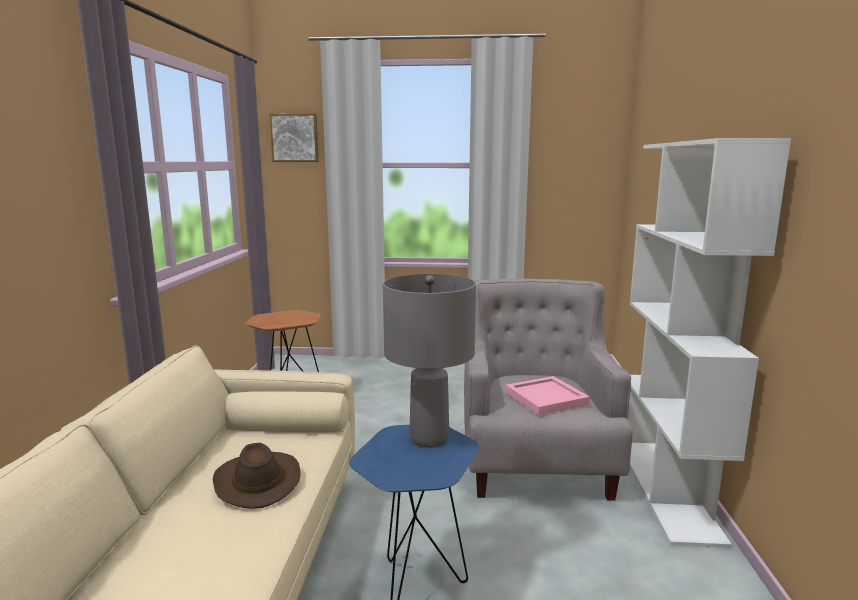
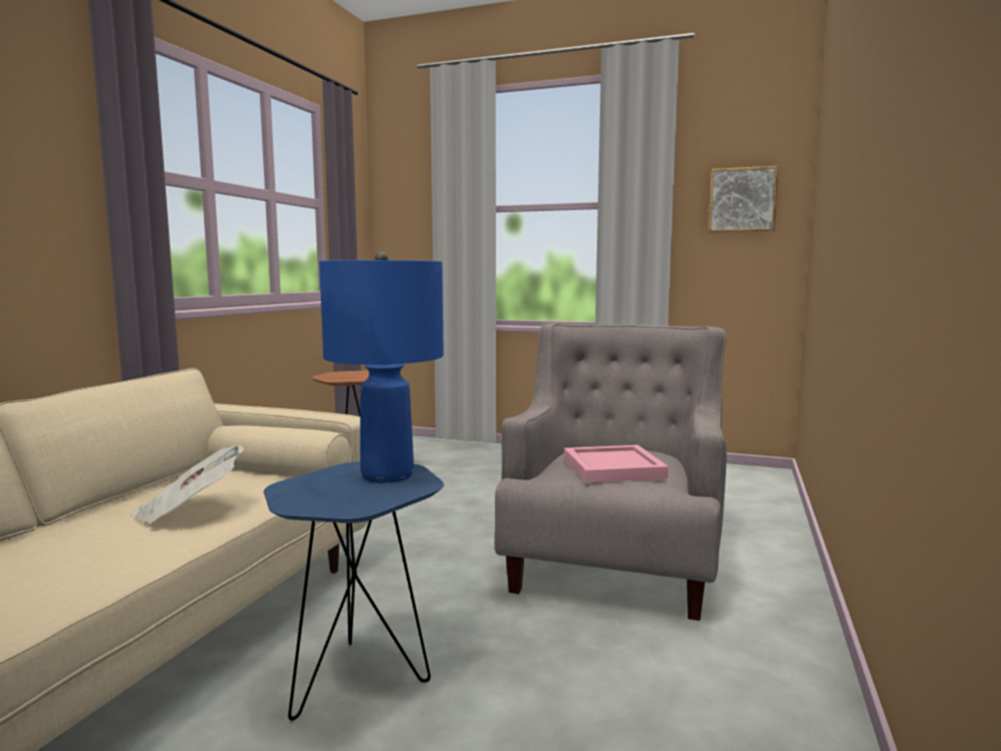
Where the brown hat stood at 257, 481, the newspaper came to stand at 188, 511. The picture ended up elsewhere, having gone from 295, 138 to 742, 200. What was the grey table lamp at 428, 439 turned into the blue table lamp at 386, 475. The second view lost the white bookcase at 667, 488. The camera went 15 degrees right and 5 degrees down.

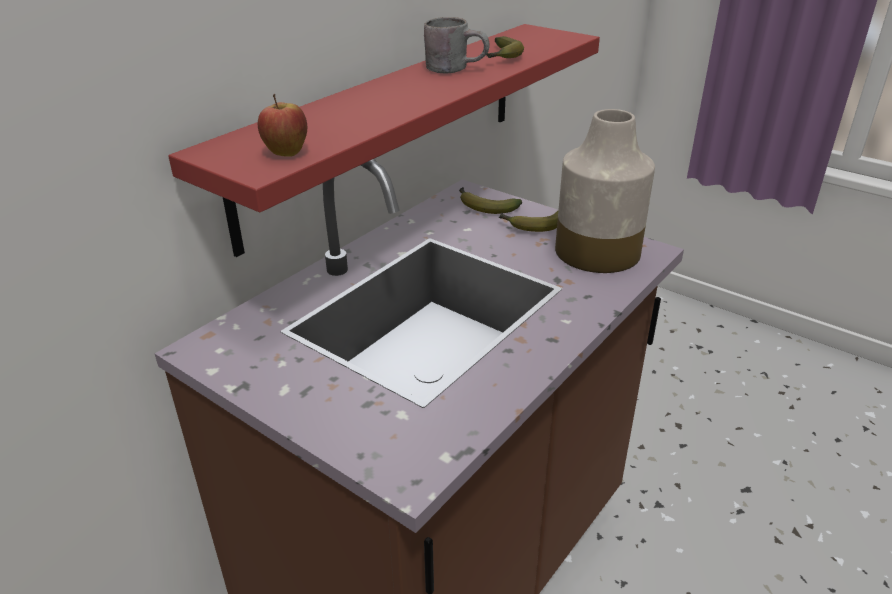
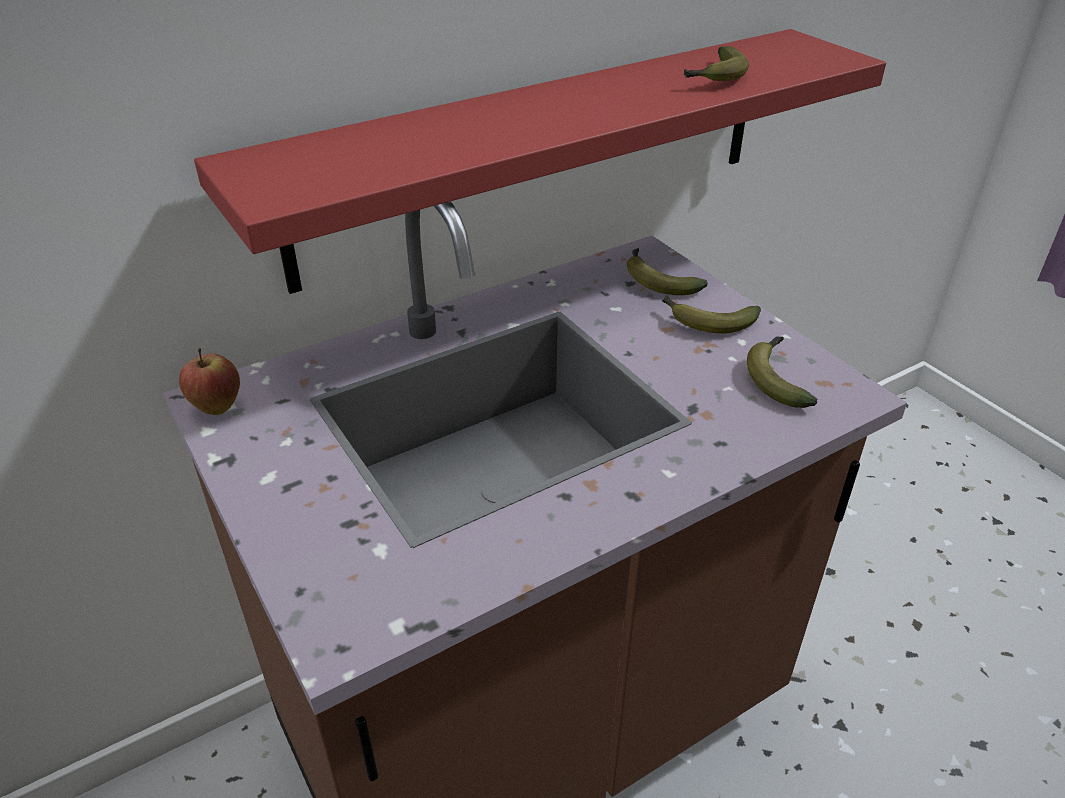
The apple ended up elsewhere, having gone from 286, 154 to 217, 408. The second view lost the grey mug at 456, 68. Where the beige vase stood at 598, 251, the banana came to stand at 776, 378. The camera went 20 degrees right and 5 degrees up.

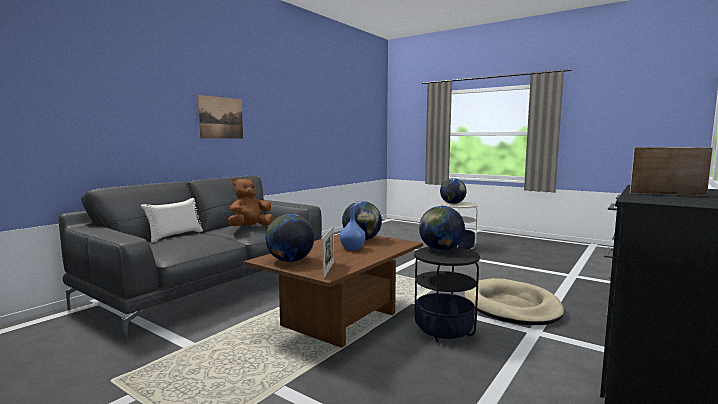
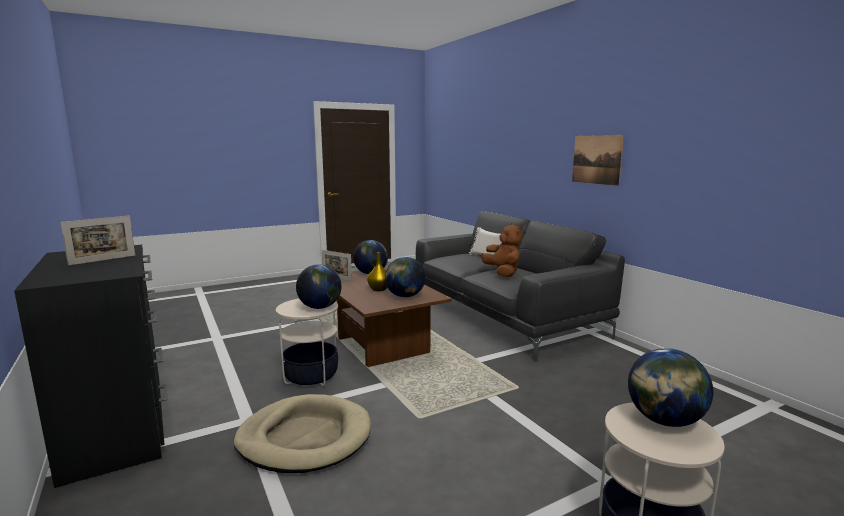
What was the blue vase at 352, 248 turned into the yellow vase at 379, 289. What was the black side table at 444, 331 turned into the beige side table at 311, 377. The camera went 115 degrees right and 5 degrees up.

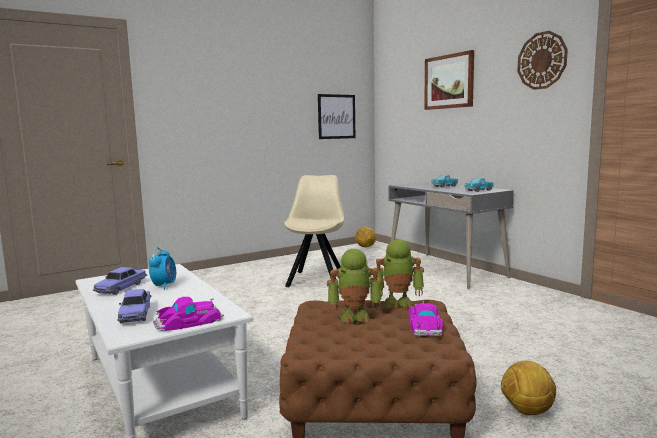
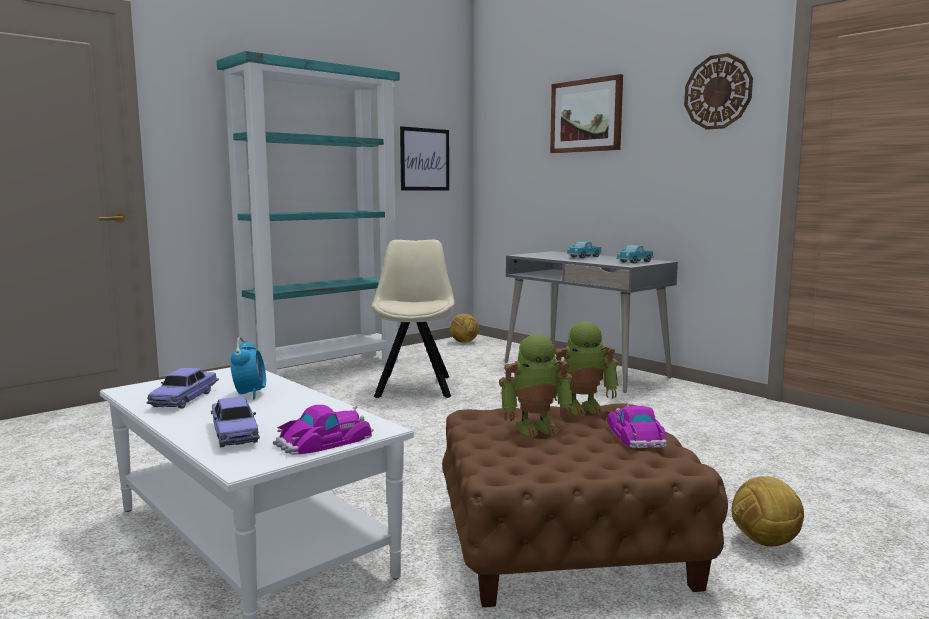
The second view gained the turquoise bookcase at 323, 369. The camera went 10 degrees left and 0 degrees up.

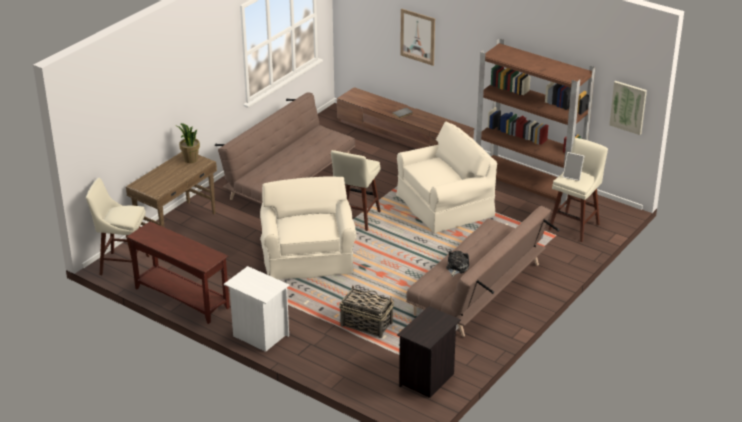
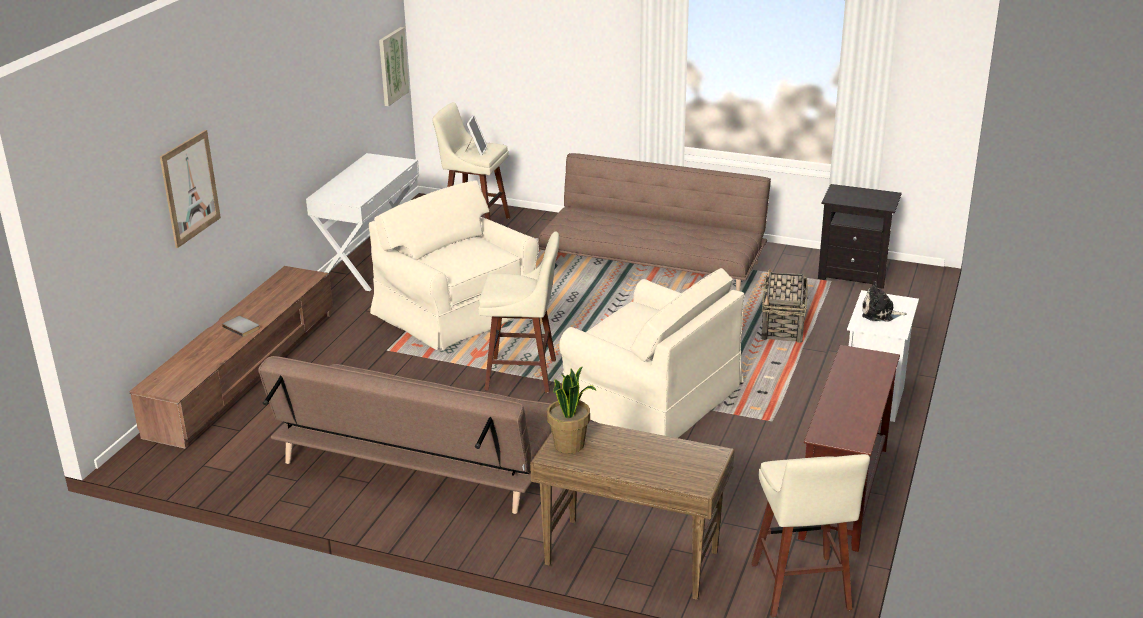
The beige armchair at 308, 256 ended up facing another way, 120 degrees counterclockwise from before. The plush toy ended up elsewhere, having gone from 456, 267 to 880, 313. Where the brown bookcase stood at 528, 182, the white console table came to stand at 371, 261. The camera went 105 degrees left and 5 degrees down.

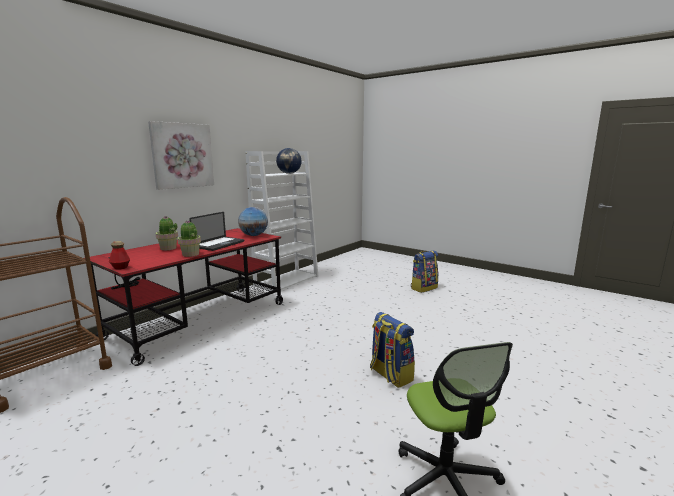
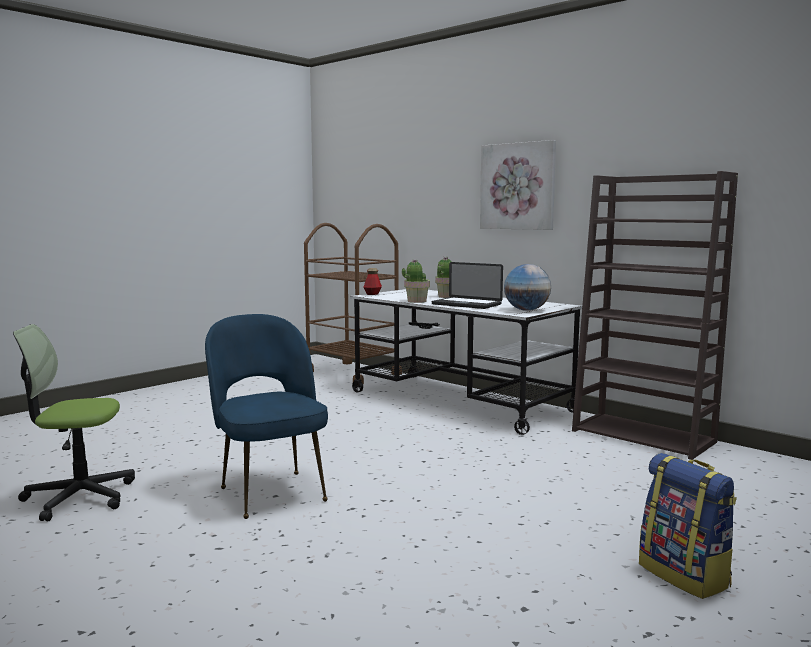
What was the red desk at 200, 320 turned into the white desk at 459, 401. What was the white bookcase at 287, 280 turned into the brown bookcase at 644, 436. The second view lost the globe at 289, 173. Where the backpack stood at 390, 375, the blue chair came to stand at 270, 491. The camera went 95 degrees right and 5 degrees down.

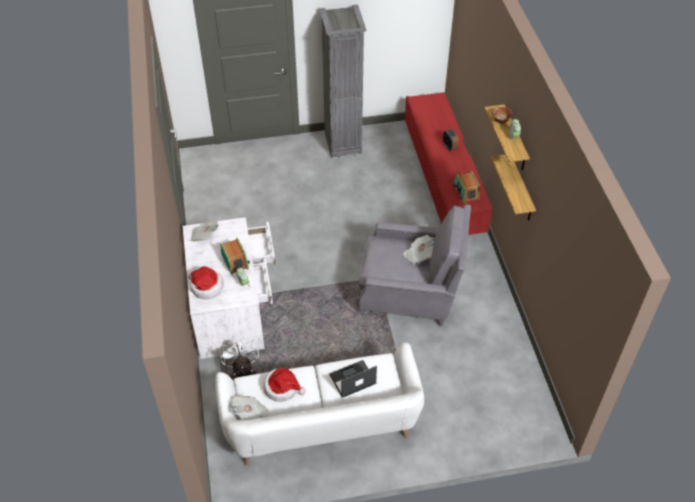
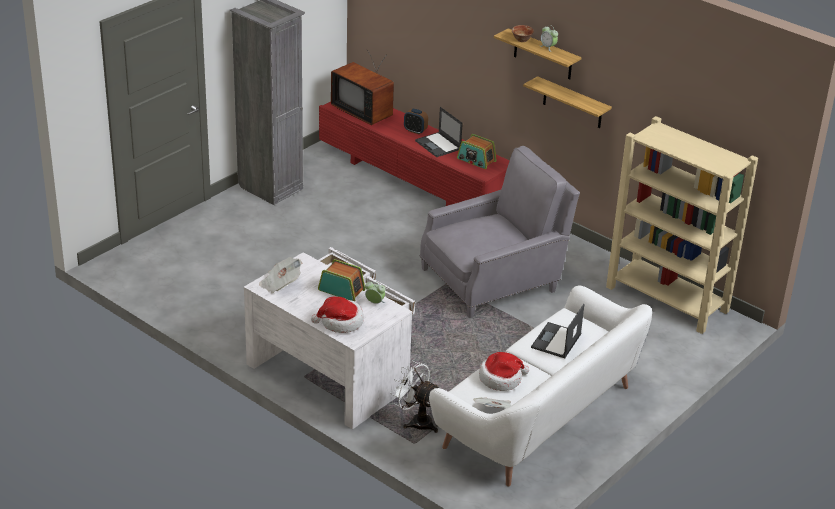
The second view lost the newspaper at 419, 255. The second view gained the television at 364, 111. The second view gained the laptop at 438, 145. The second view gained the beige bookcase at 667, 299. The camera went 40 degrees left and 15 degrees down.

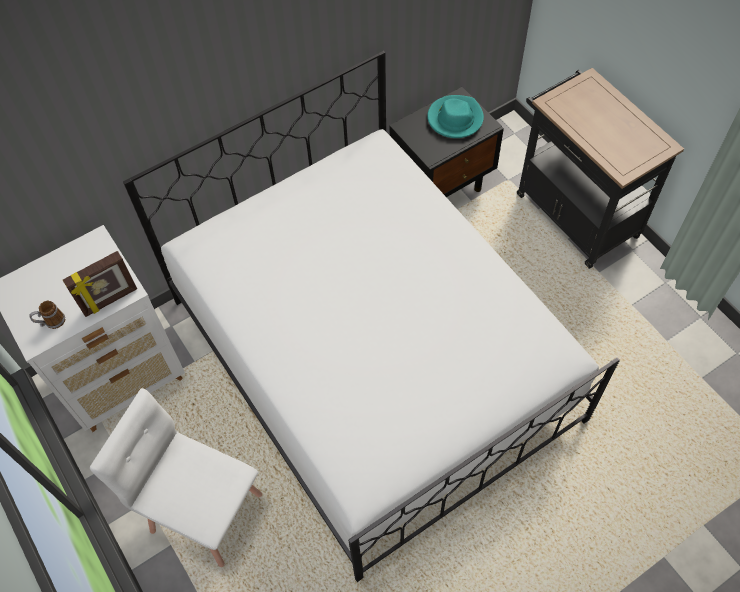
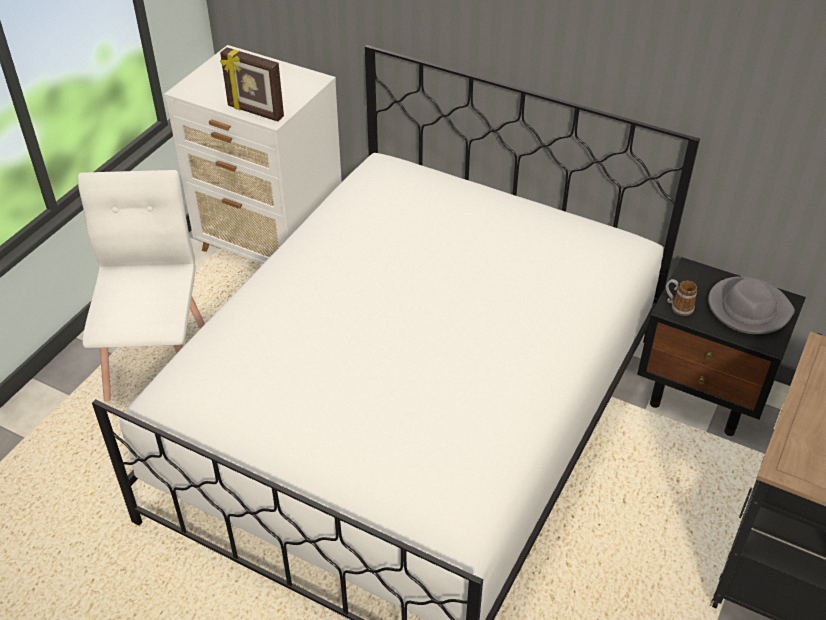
The mug ended up elsewhere, having gone from 51, 322 to 677, 307. What was the turquoise hat at 455, 119 turned into the grey hat at 748, 309. The camera went 60 degrees right and 15 degrees down.

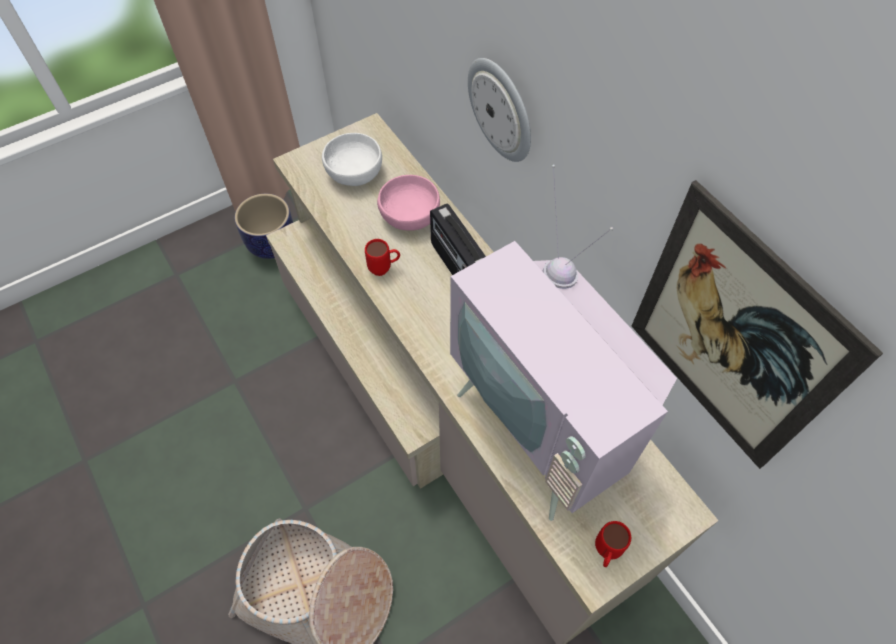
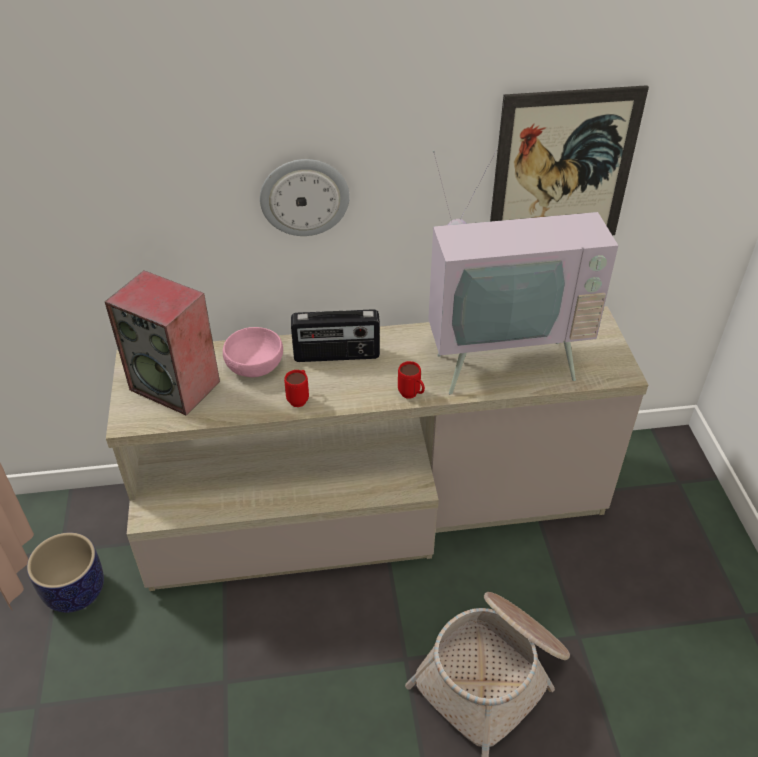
Where the white bowl stood at 355, 173, the speaker came to stand at 176, 385. The red mug ended up elsewhere, having gone from 606, 552 to 412, 395. The camera went 65 degrees left and 15 degrees down.

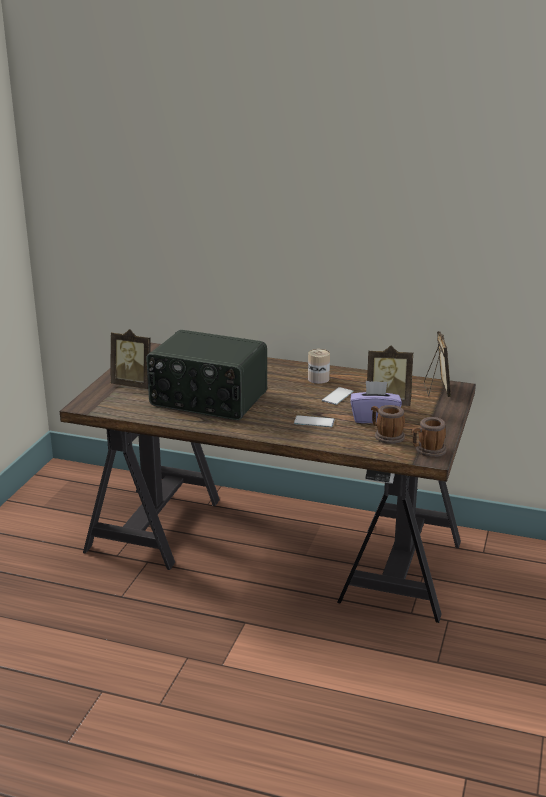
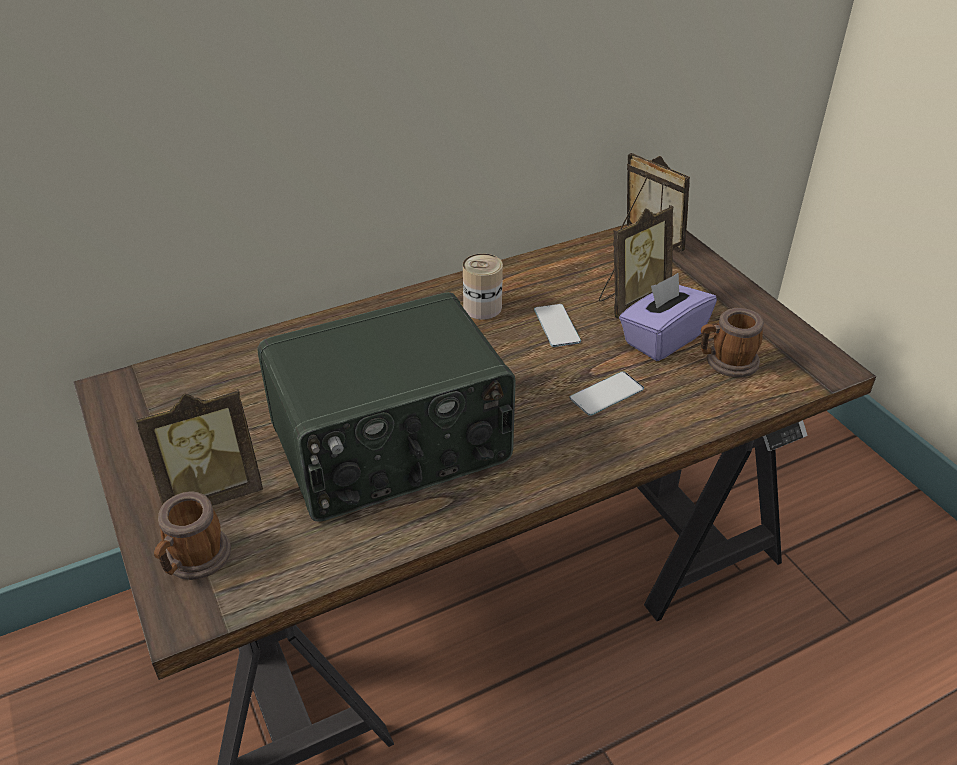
The mug ended up elsewhere, having gone from 427, 450 to 194, 561. The camera went 45 degrees left and 15 degrees up.

